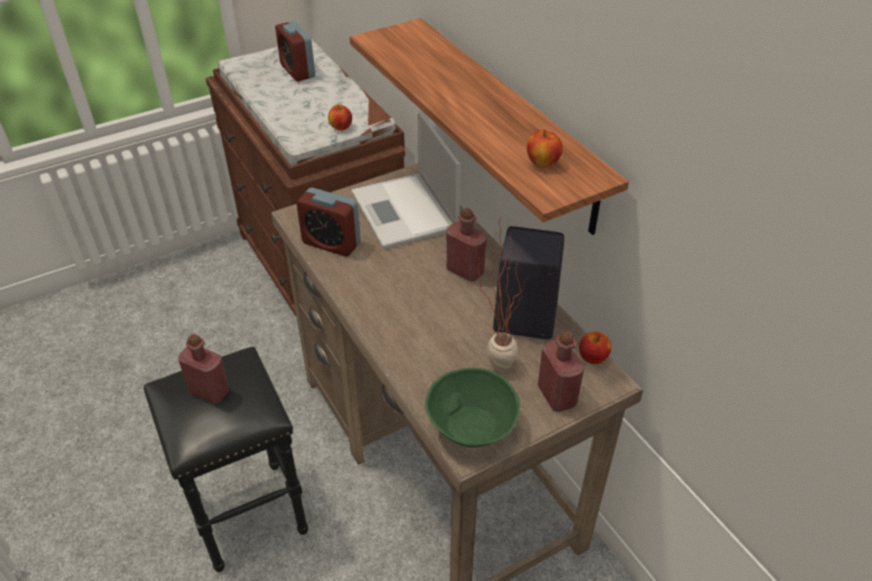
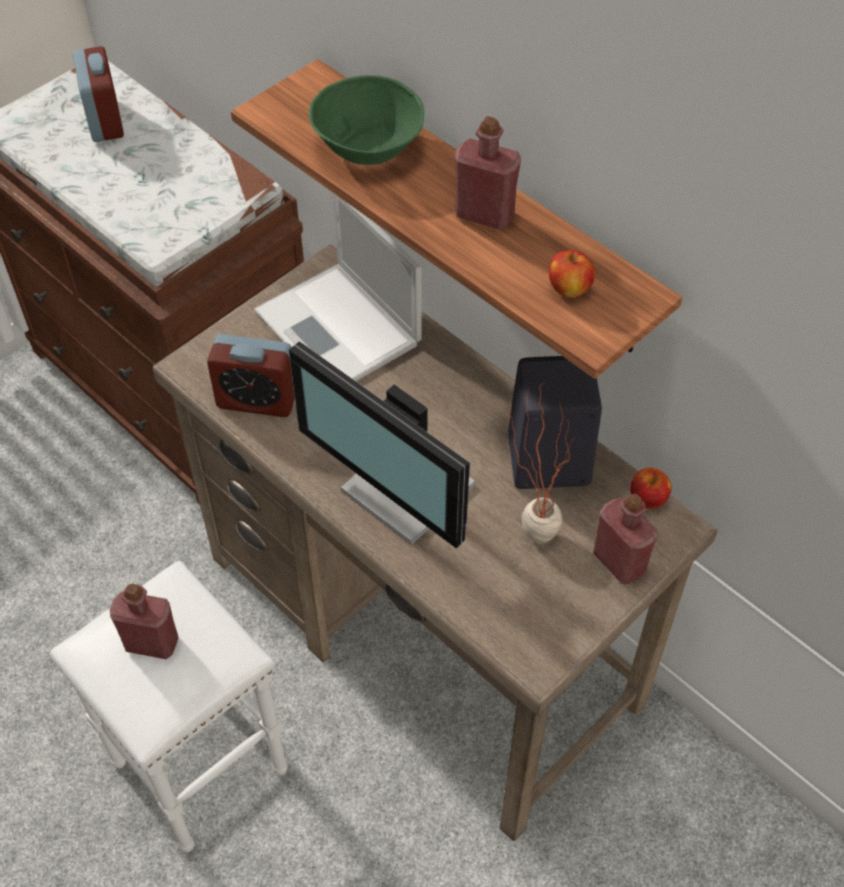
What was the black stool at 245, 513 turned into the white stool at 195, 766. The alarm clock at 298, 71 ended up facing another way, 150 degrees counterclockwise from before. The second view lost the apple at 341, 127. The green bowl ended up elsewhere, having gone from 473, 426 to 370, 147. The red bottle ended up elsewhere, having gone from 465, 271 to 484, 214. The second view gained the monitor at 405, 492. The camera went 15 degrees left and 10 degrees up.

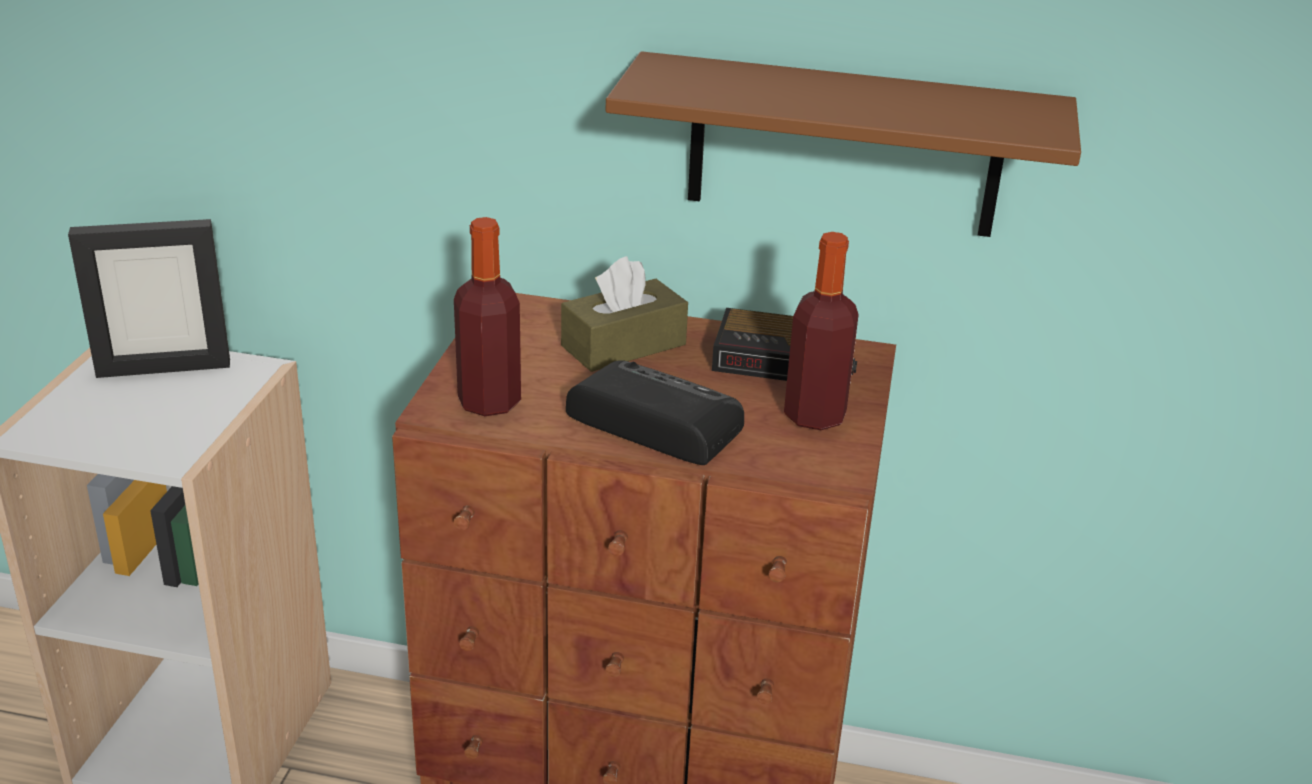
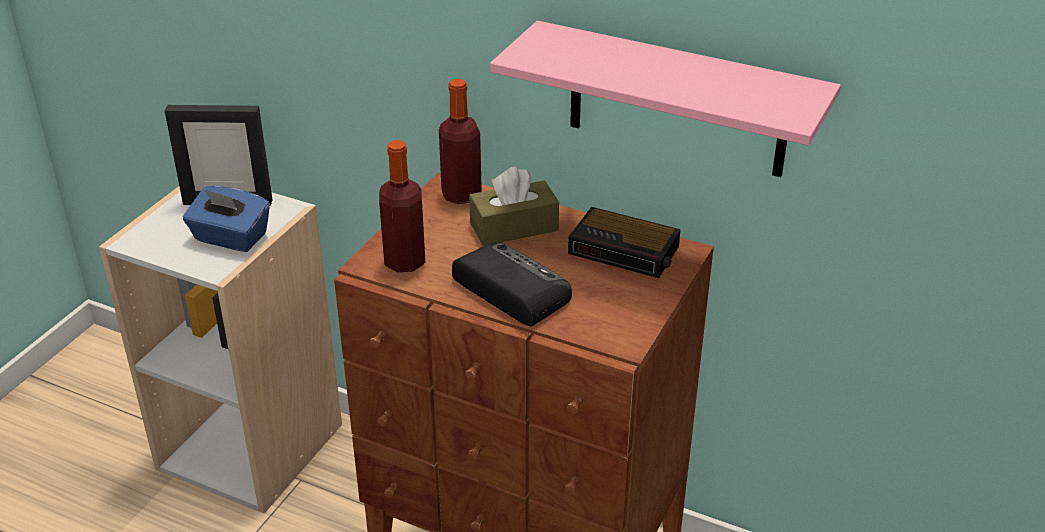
What was the brown shelf at 844, 146 turned into the pink shelf at 677, 101. The bottle ended up elsewhere, having gone from 814, 416 to 461, 195. The second view gained the blue tissue box at 230, 238. The camera went 15 degrees right and 5 degrees up.

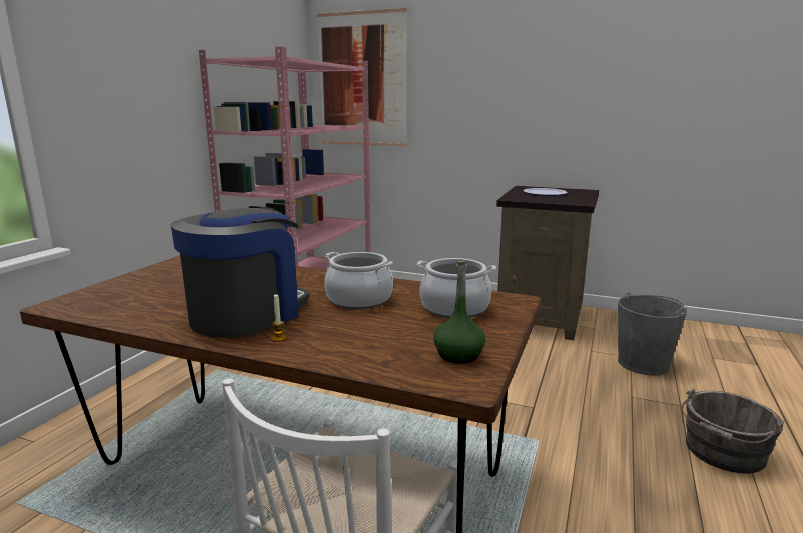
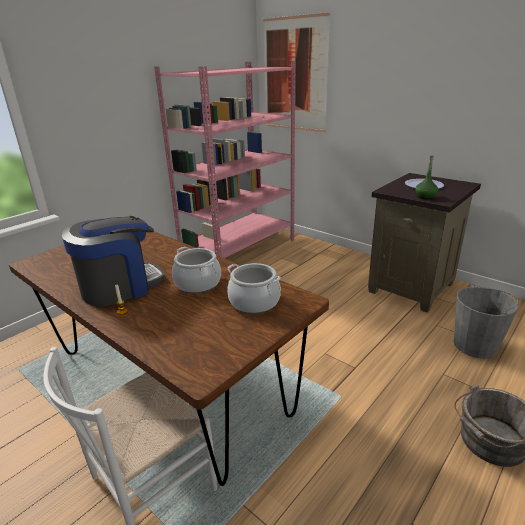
The green bottle ended up elsewhere, having gone from 458, 355 to 425, 197. The camera went 20 degrees right and 10 degrees up.

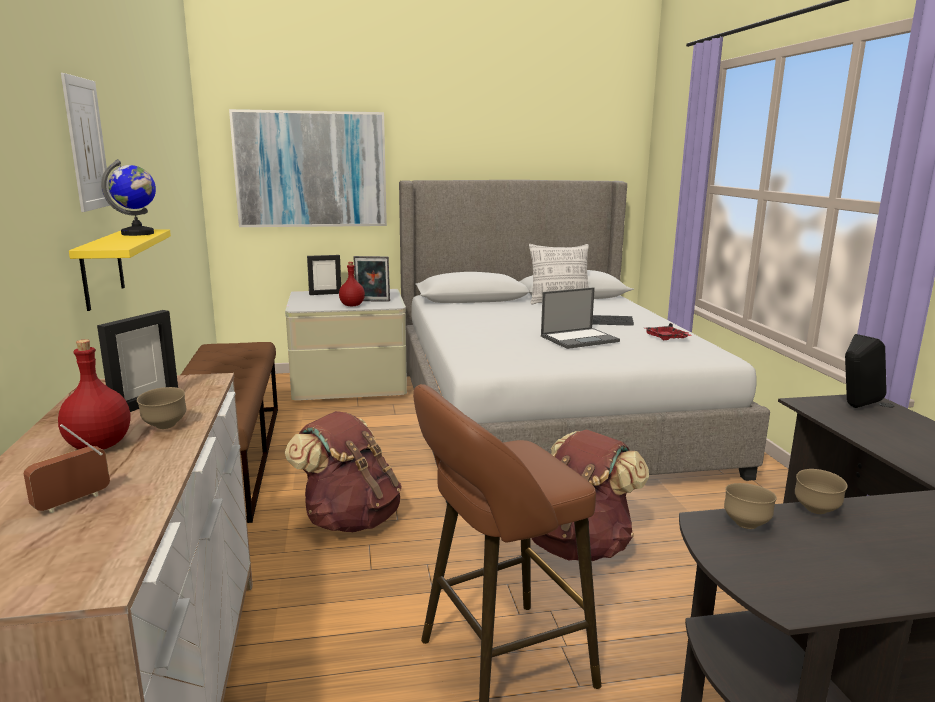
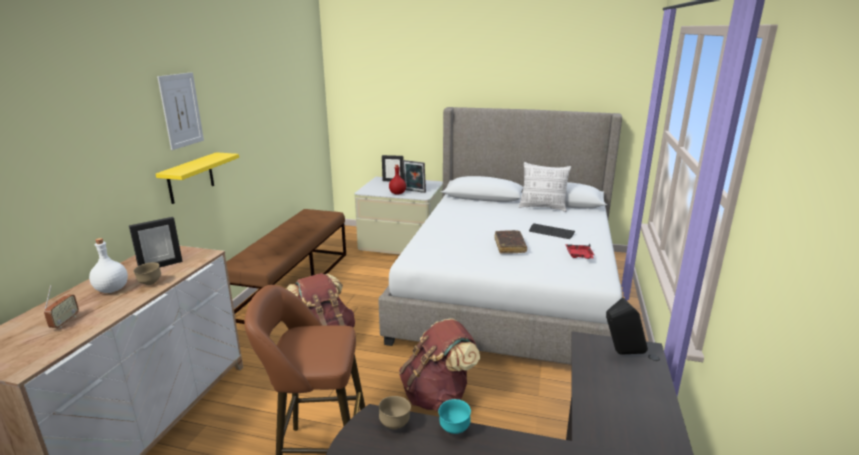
The radio at 73, 502 ended up facing another way, 120 degrees clockwise from before. What was the red bottle at 98, 446 turned into the white bottle at 111, 290. The second view lost the globe at 138, 233. The second view lost the picture at 311, 169. Where the laptop stood at 580, 339, the brown book came to stand at 510, 246. What was the brown bowl at 816, 511 turned into the turquoise bowl at 454, 429. The camera went 25 degrees right and 5 degrees up.

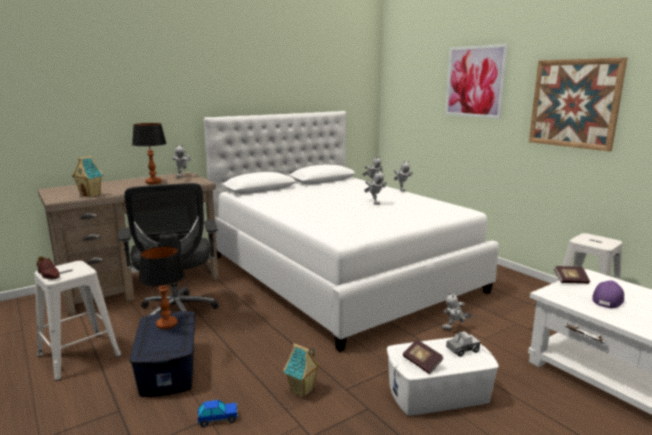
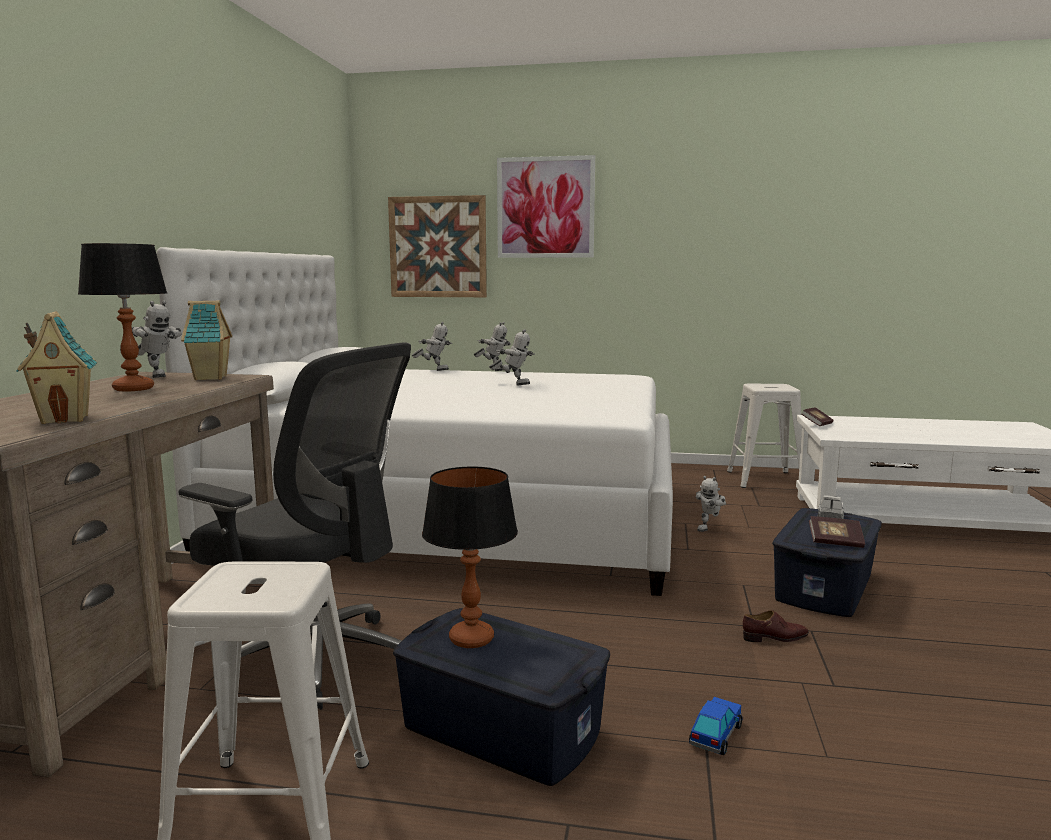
The brown shoe ended up elsewhere, having gone from 48, 275 to 775, 638. The toy house ended up elsewhere, having gone from 302, 391 to 211, 378. What was the white storage box at 438, 393 turned into the blue storage box at 825, 587. The picture ended up elsewhere, having gone from 574, 103 to 438, 247. The second view lost the purple cap at 607, 299. The camera went 45 degrees left and 5 degrees down.

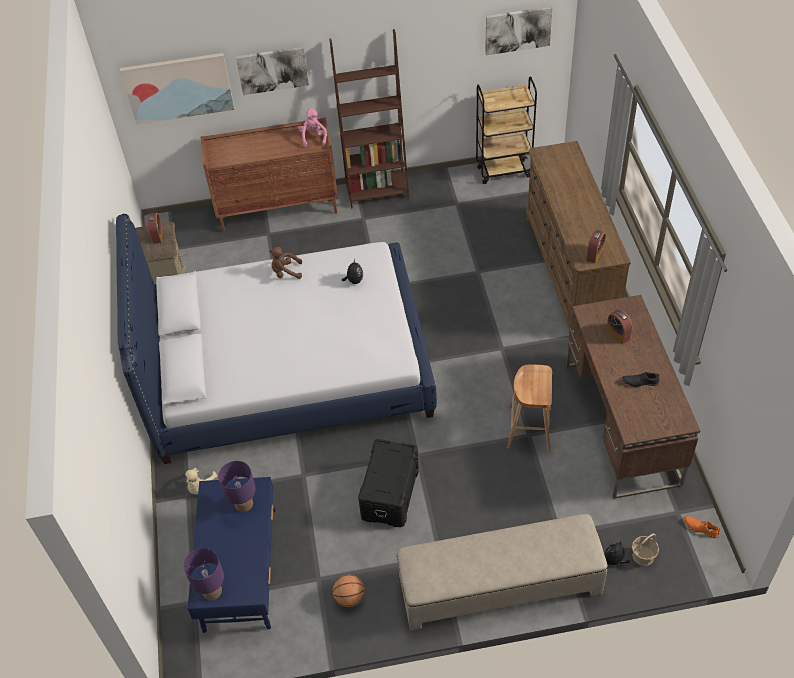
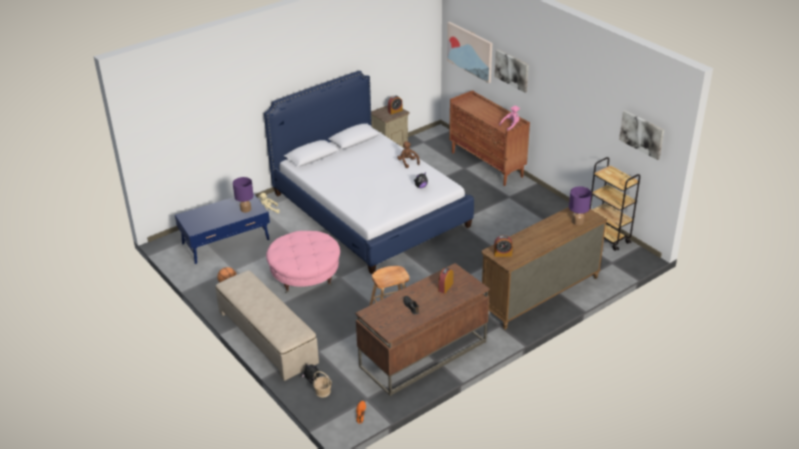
The purple table lamp ended up elsewhere, having gone from 212, 591 to 577, 222. The second view lost the brown bookcase at 377, 191. Where the black storage box stood at 389, 493, the pink ottoman came to stand at 305, 275. The camera went 60 degrees right and 15 degrees down.

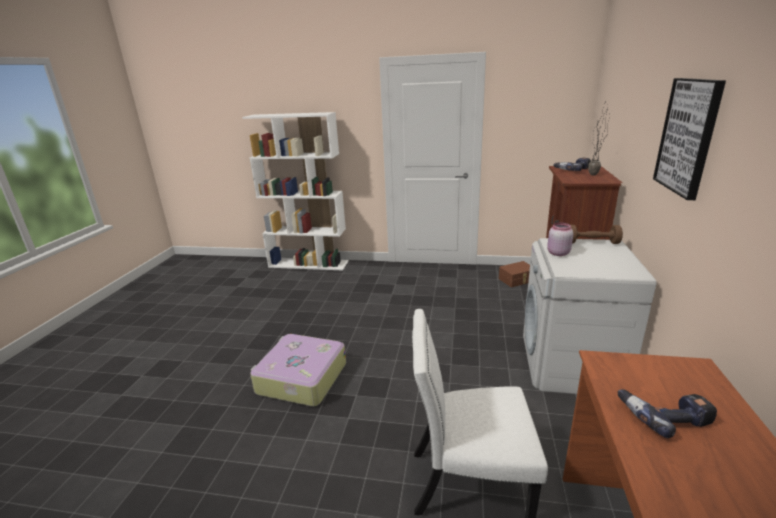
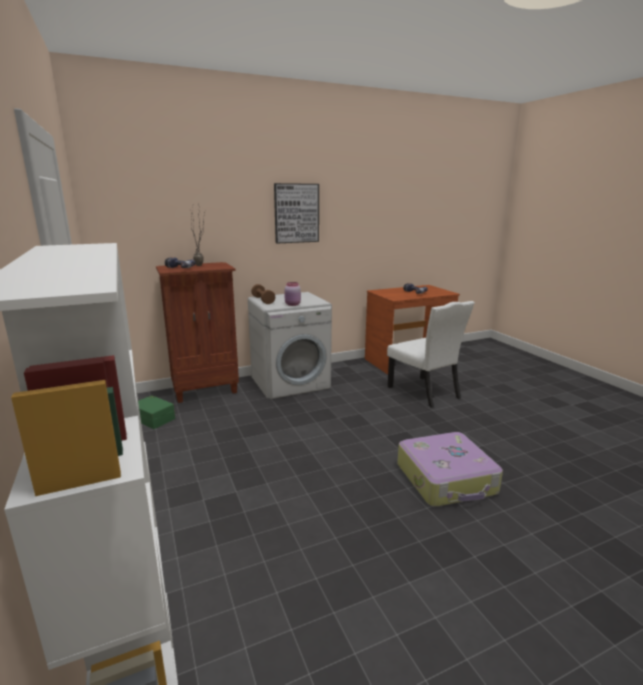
What was the brown storage box at 517, 280 turned into the green storage box at 154, 418. The camera went 125 degrees left and 5 degrees down.

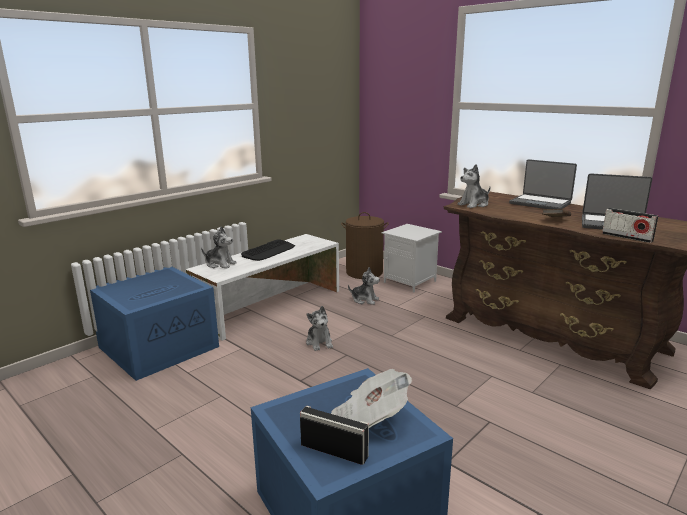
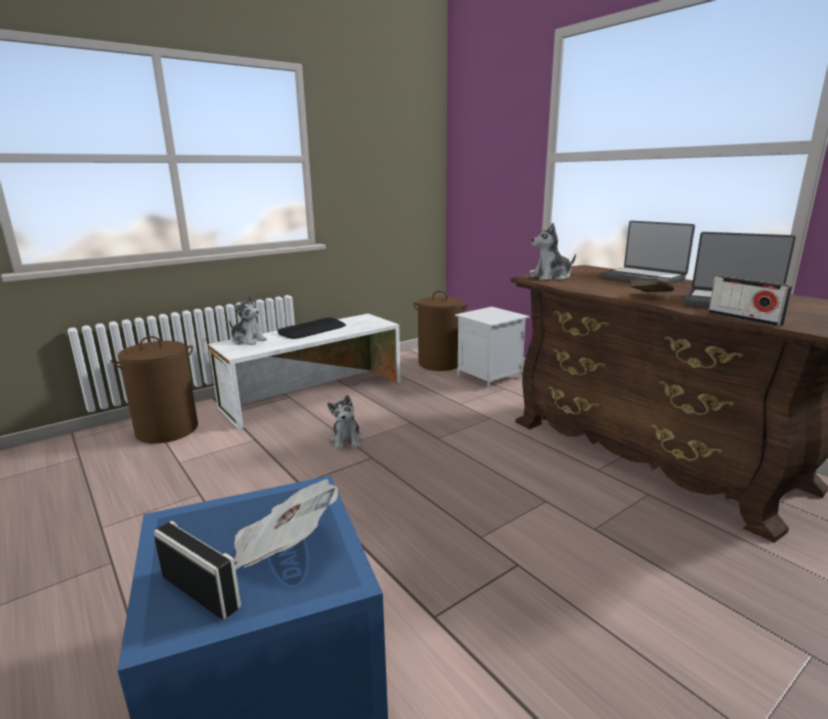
Where the blue storage box stood at 159, 346, the brown laundry basket came to stand at 168, 430. The second view lost the plush toy at 364, 300. The camera went 10 degrees right and 0 degrees up.

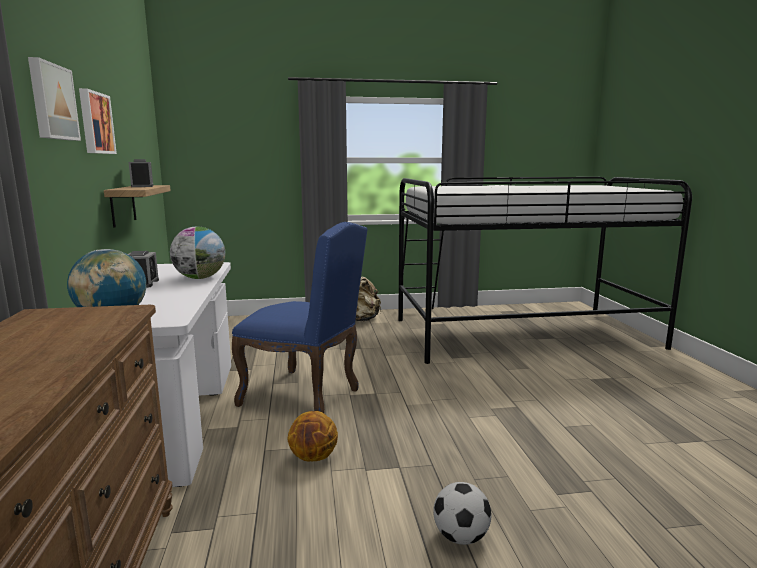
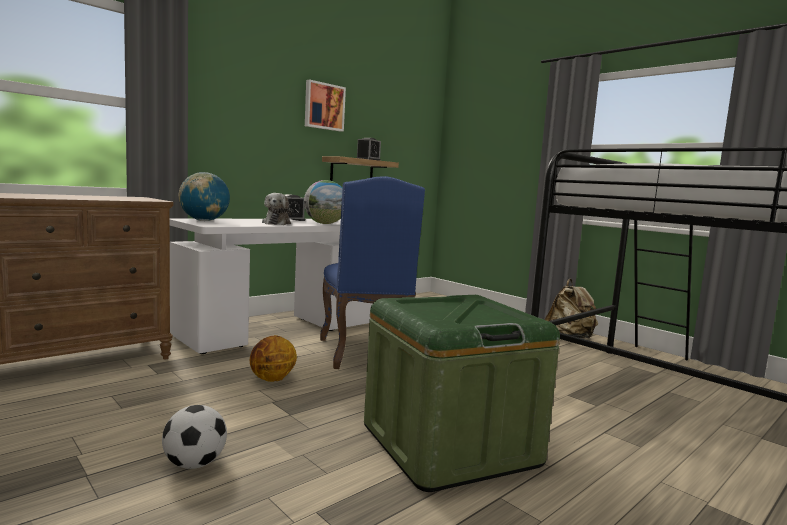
The second view lost the picture at 51, 102. The second view gained the plush toy at 277, 223. The second view gained the green storage box at 449, 444. The camera went 55 degrees right and 5 degrees down.

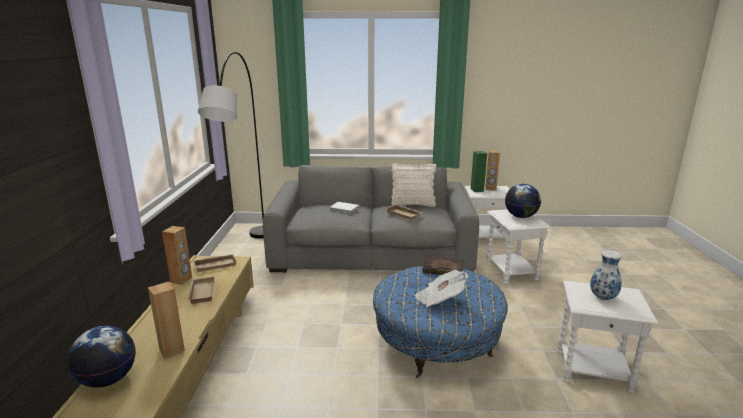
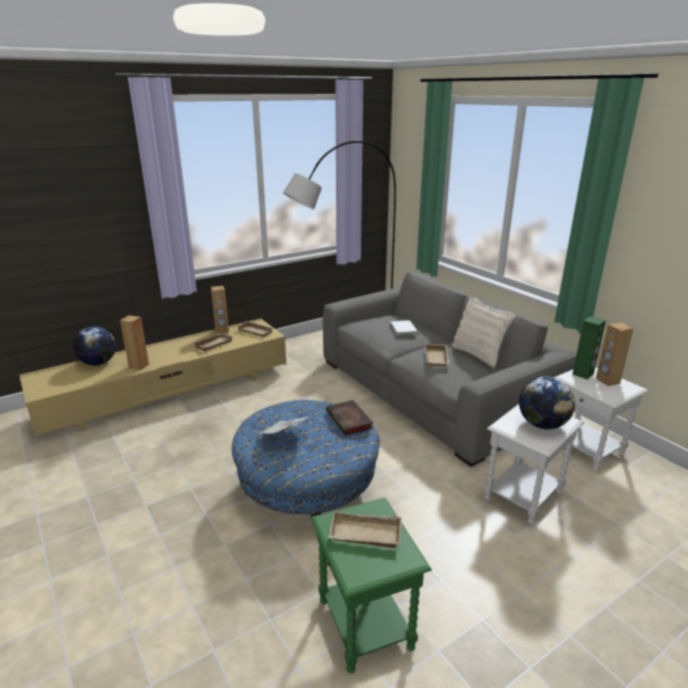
What was the white side table at 593, 369 turned into the green side table at 367, 622. Where the vase stood at 603, 298, the beige tray came to stand at 364, 535. The camera went 55 degrees right and 5 degrees up.

